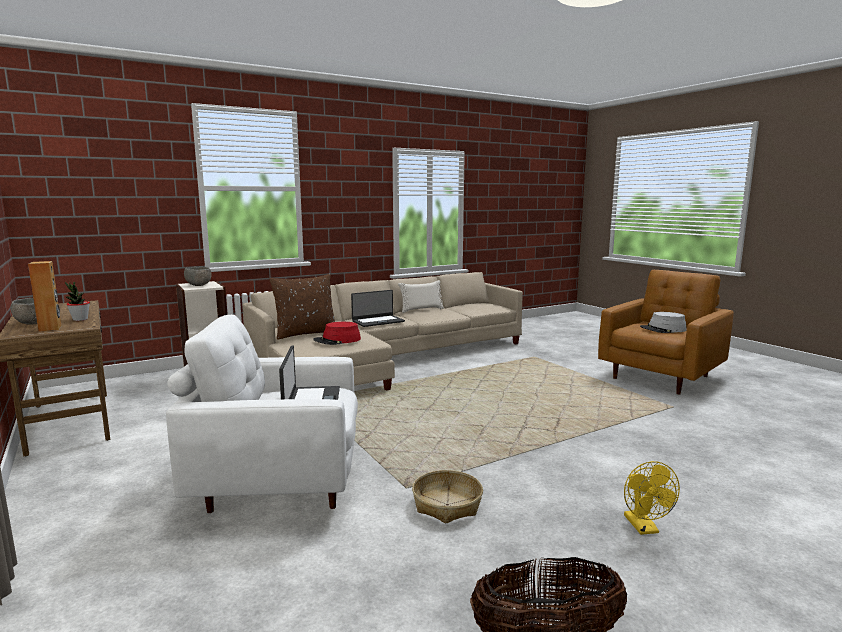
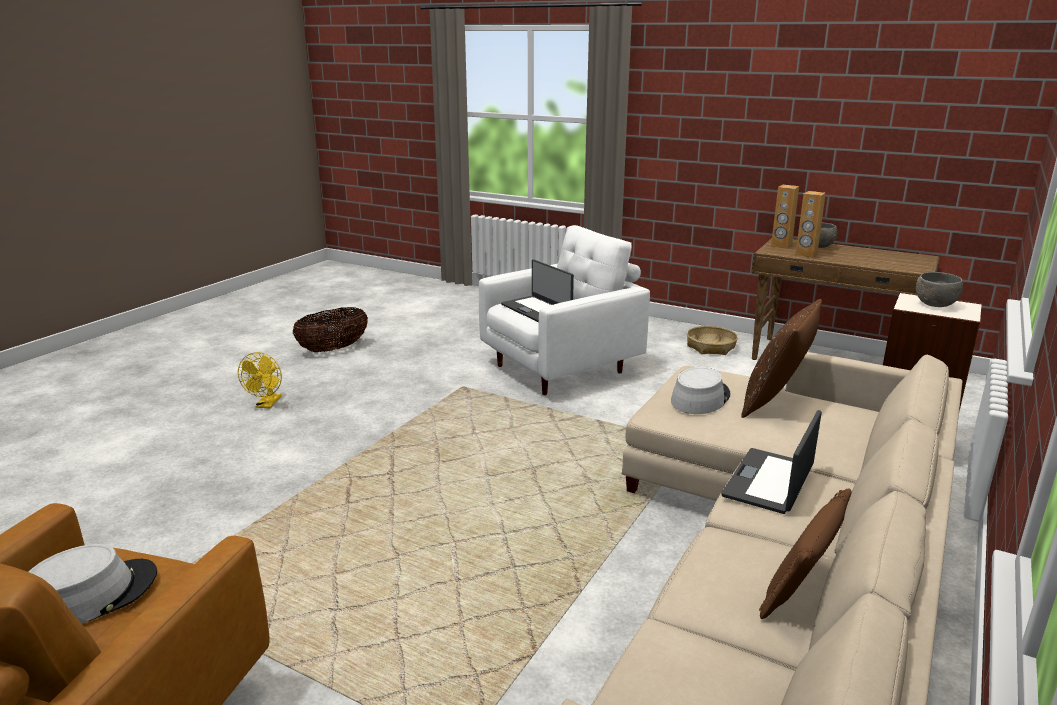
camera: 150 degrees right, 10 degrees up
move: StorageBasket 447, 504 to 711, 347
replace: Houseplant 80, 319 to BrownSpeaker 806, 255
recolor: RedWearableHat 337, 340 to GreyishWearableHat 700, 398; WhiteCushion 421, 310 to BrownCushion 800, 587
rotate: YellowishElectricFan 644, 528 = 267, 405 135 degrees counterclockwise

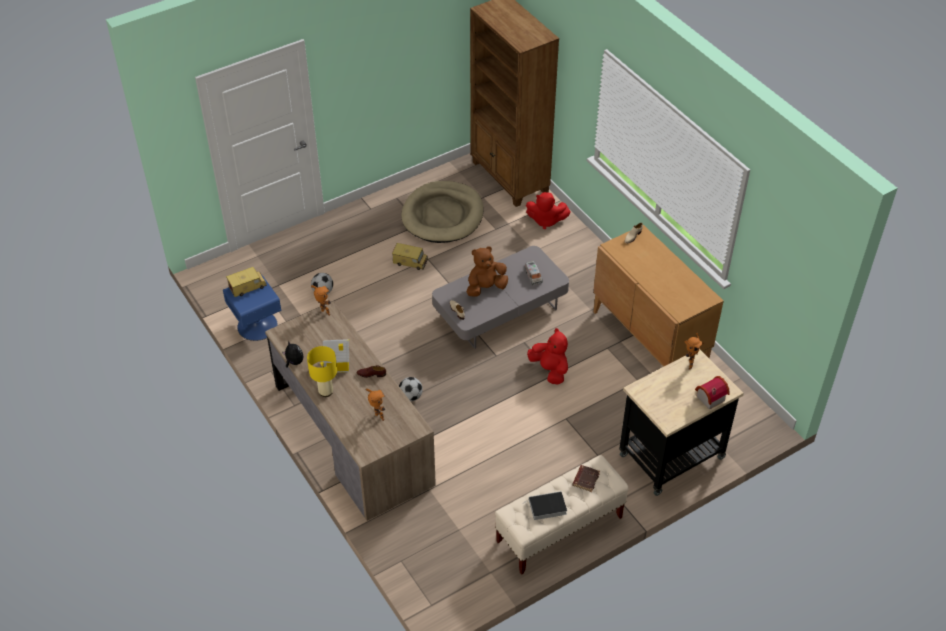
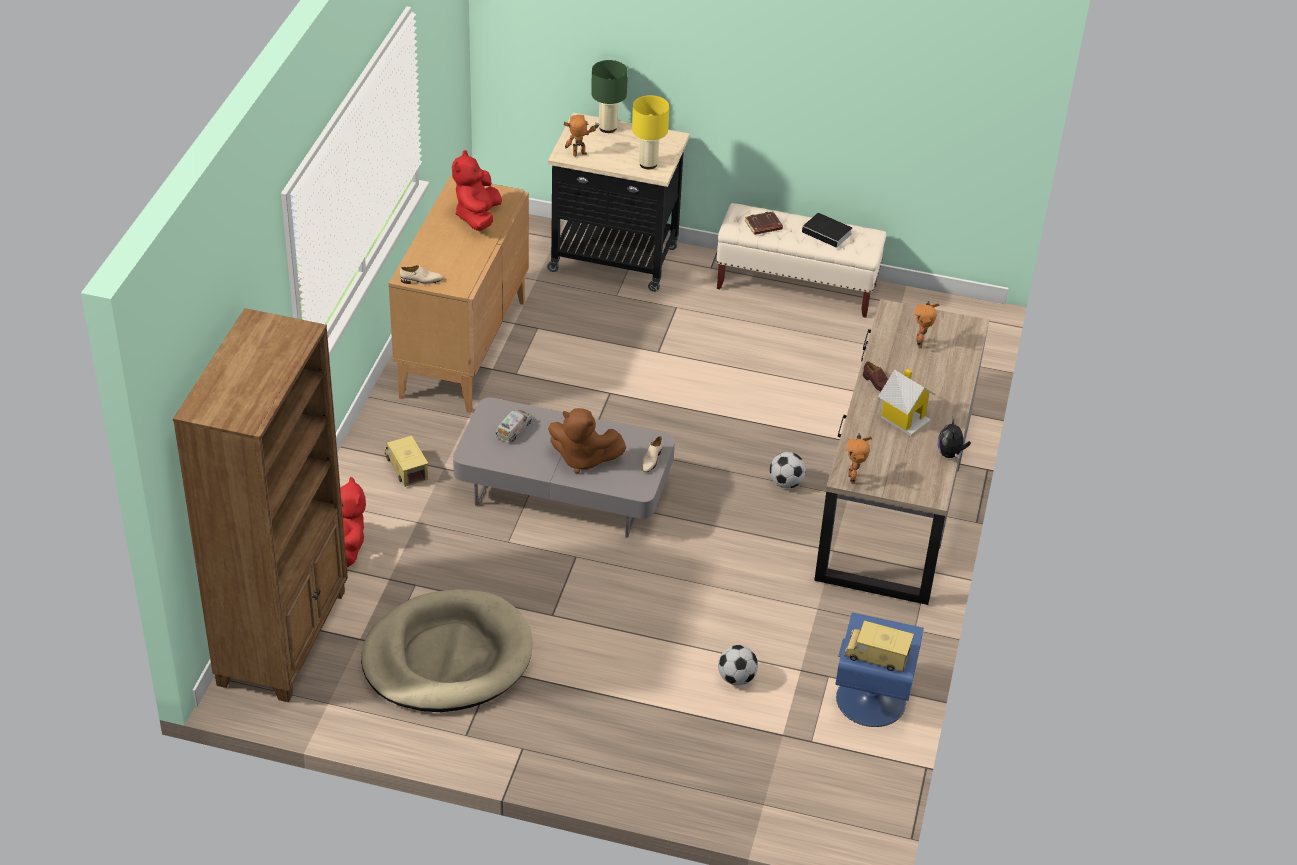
camera: 135 degrees left, 5 degrees down
move: ModelTruck 410, 262 to 406, 468; RedPlushToy 550, 370 to 477, 217; YellowishLampForATable 326, 392 to 648, 164
replace: ModelHouse 708, 397 to GreenColouredLampForATable 608, 128

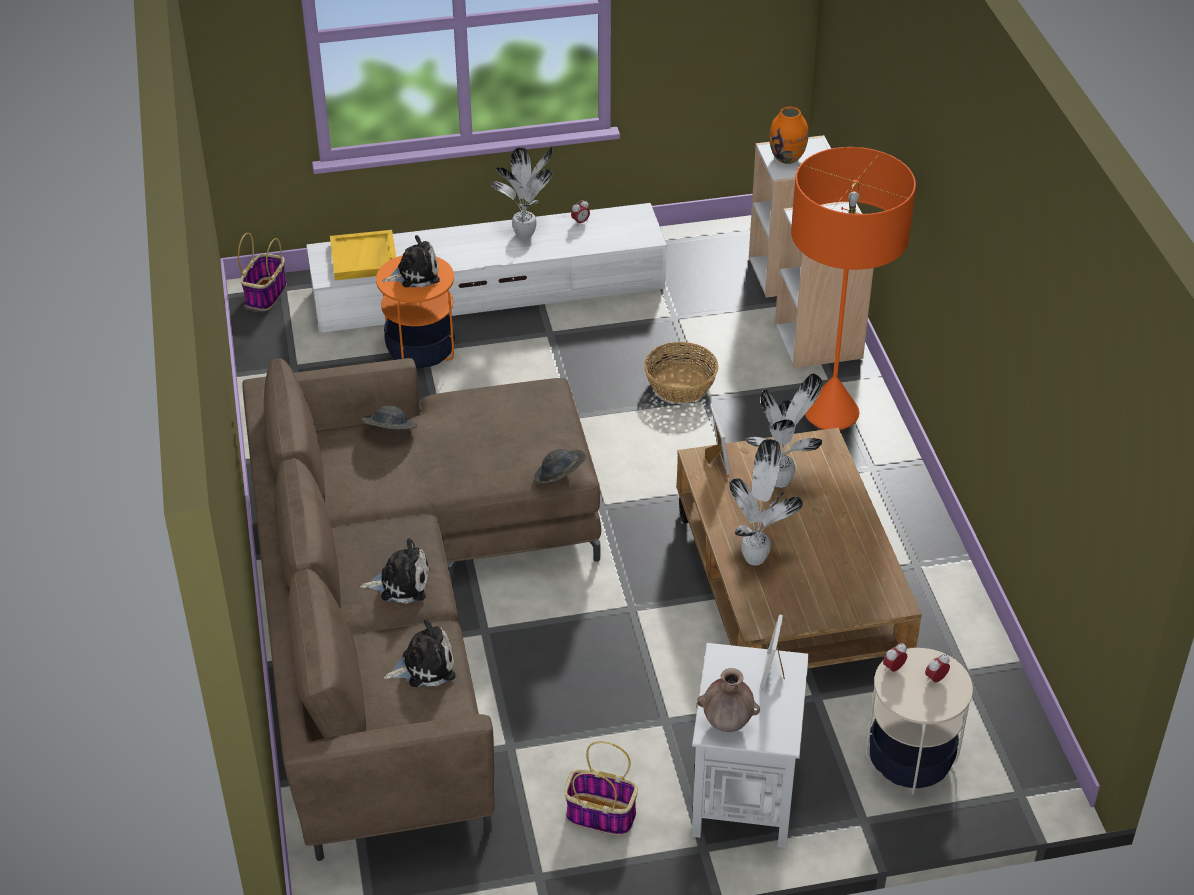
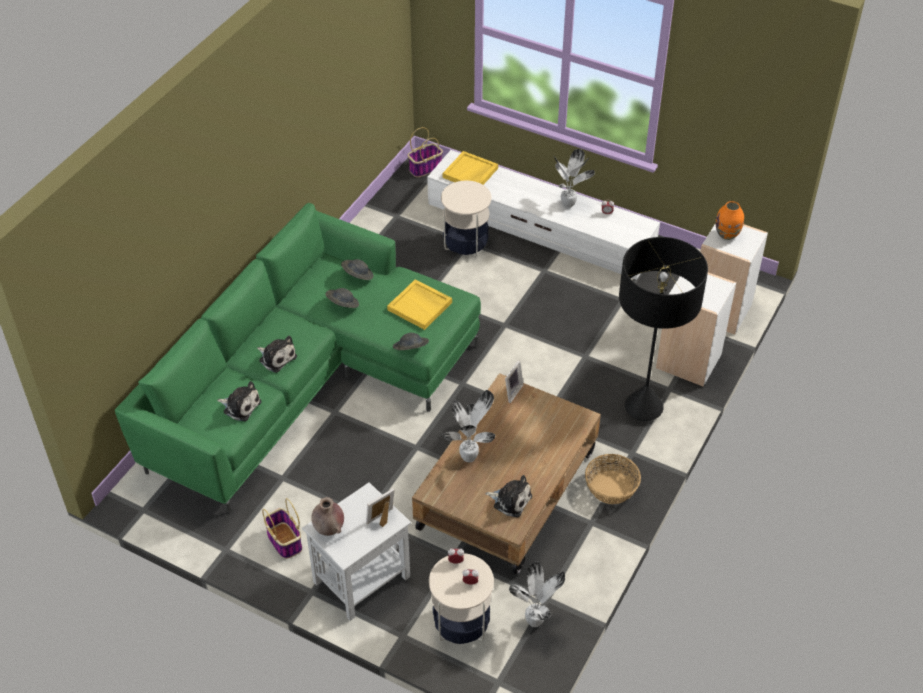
camera: 40 degrees right, 5 degrees up
insert: GreyishWearableHat 342, 304; YellowishServingTray 420, 306
move: PlushToy 415, 274 to 510, 500; Houseplant 781, 480 to 536, 621; StorageBasket 681, 385 to 611, 488
recolor: BrownSettee 404, 617 to GreenColouredSettee 306, 380; OrangeColouredAccentTable 421, 353 to BeigeAccentTable 466, 244; OrangeColouredFloorLamp 831, 417 to BlackColouredFloorLamp 643, 409

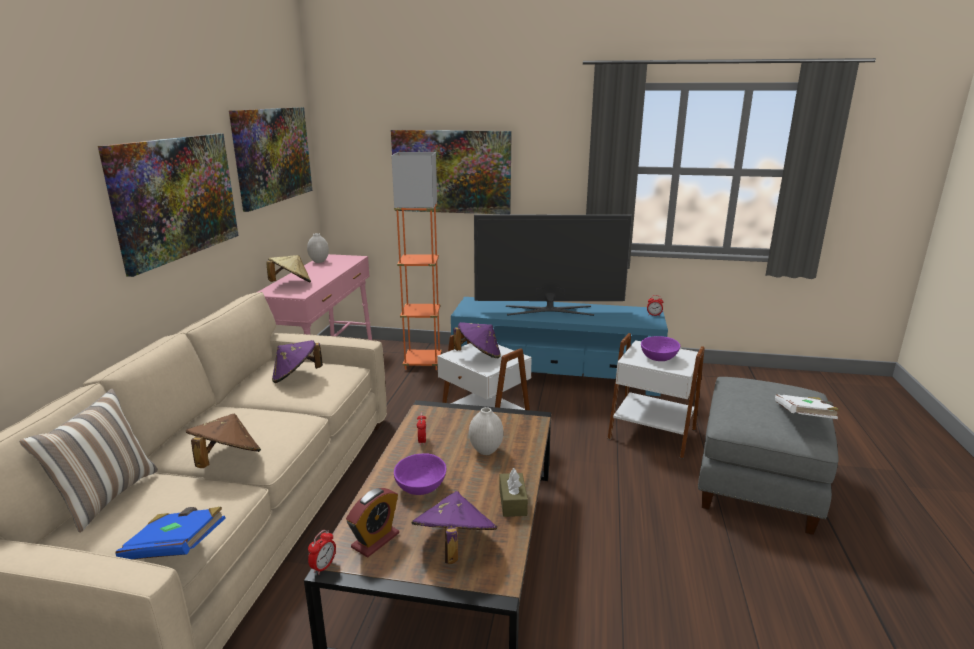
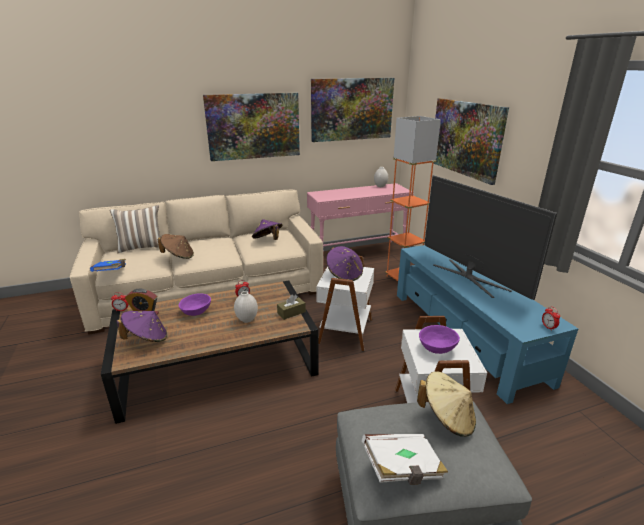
camera: 60 degrees right, 5 degrees up
move: BrownTissueBox 512, 502 to 291, 312; BeigeWearableHat 291, 284 to 447, 418

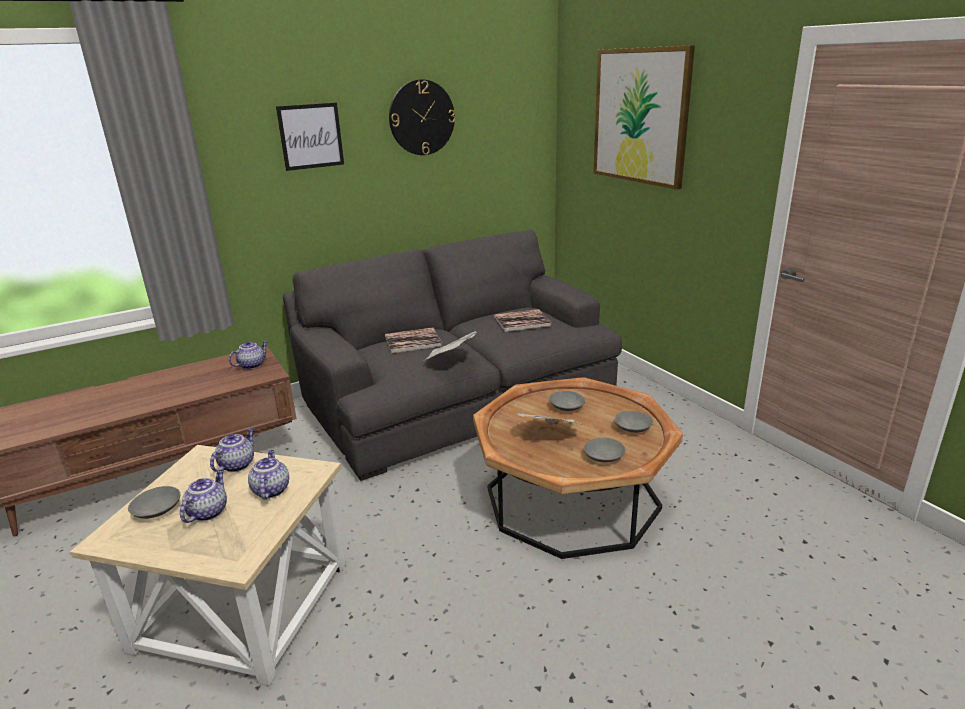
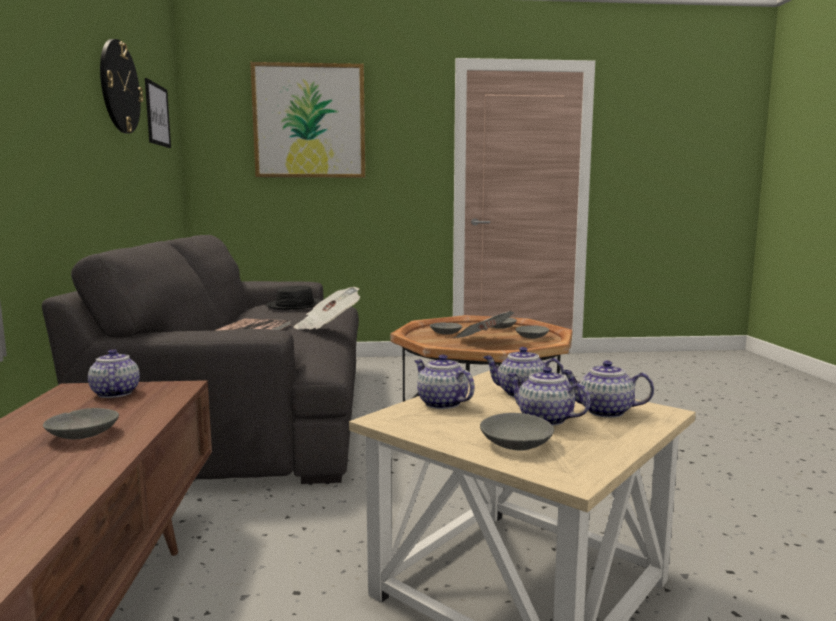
camera: 65 degrees left, 15 degrees down
insert: GreyishServingBowl 83, 434; Teapot 604, 411
move: Picture 311, 136 to 157, 115
replace: Volume 522, 321 to BlackColouredWearableHat 295, 305

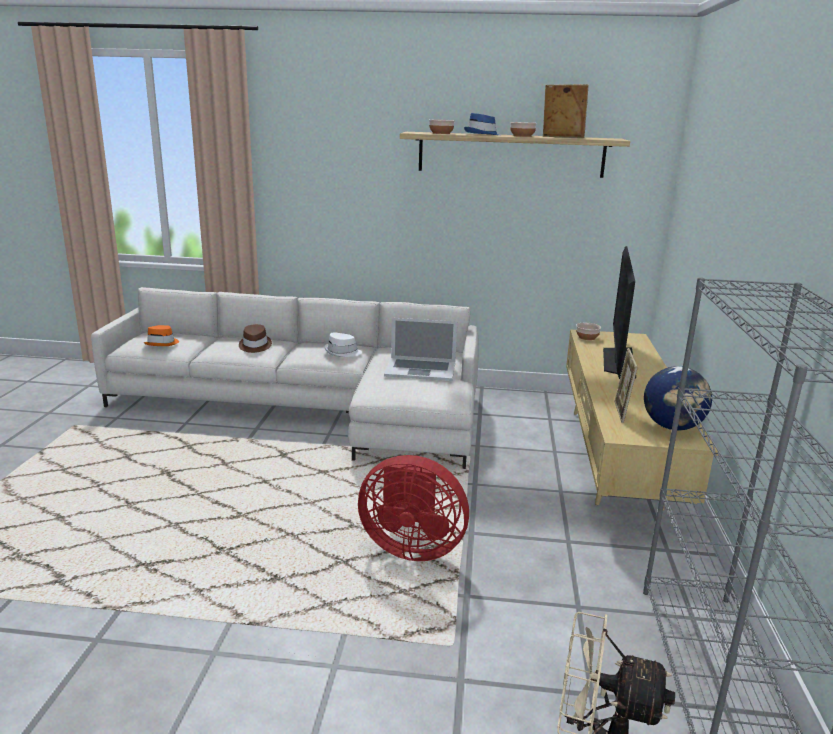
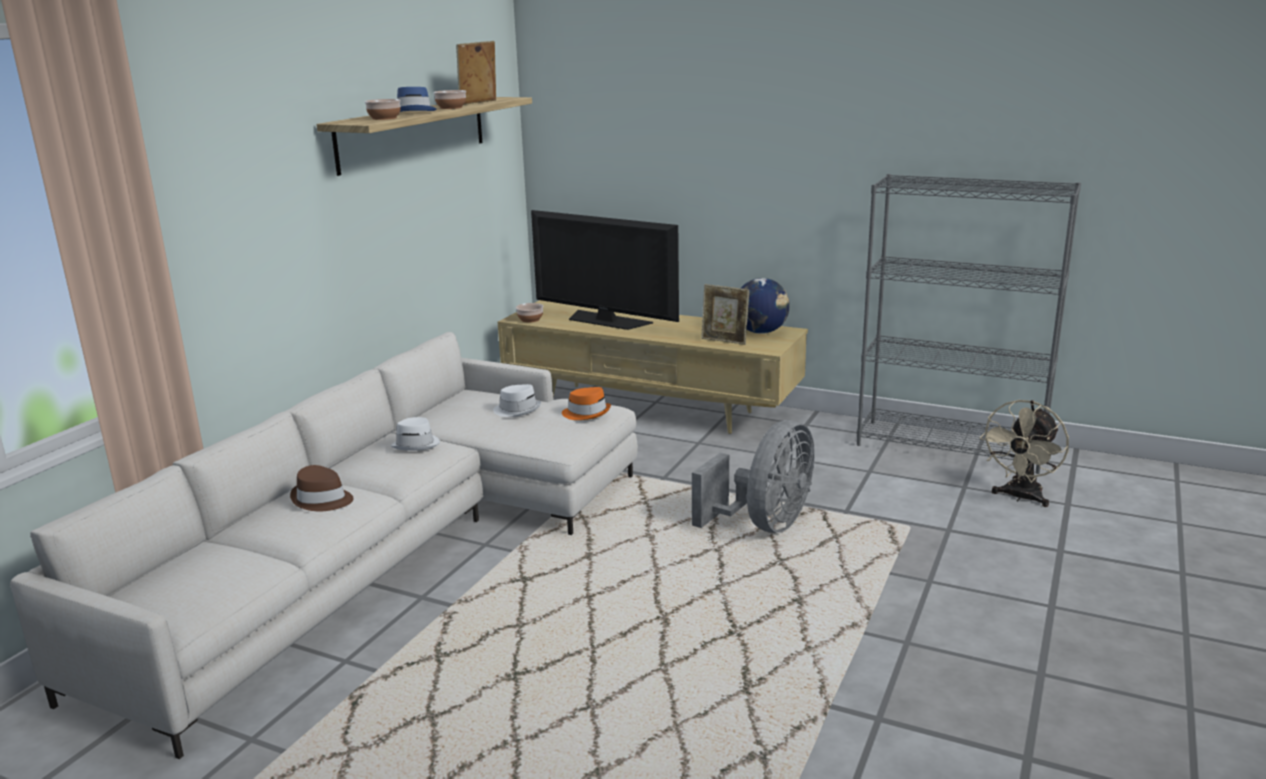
camera: 70 degrees left, 0 degrees up
move: OrangeColouredWearableHat 162, 343 to 586, 413
replace: NotebookComputer 420, 369 to WhiteWearableHat 517, 410
recolor: RedElectricFan 411, 547 to GreyishElectricFan 765, 525

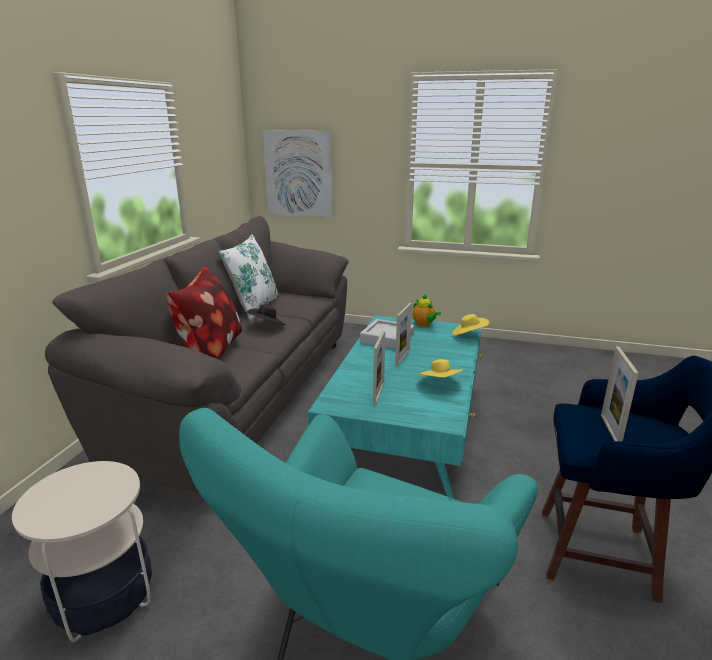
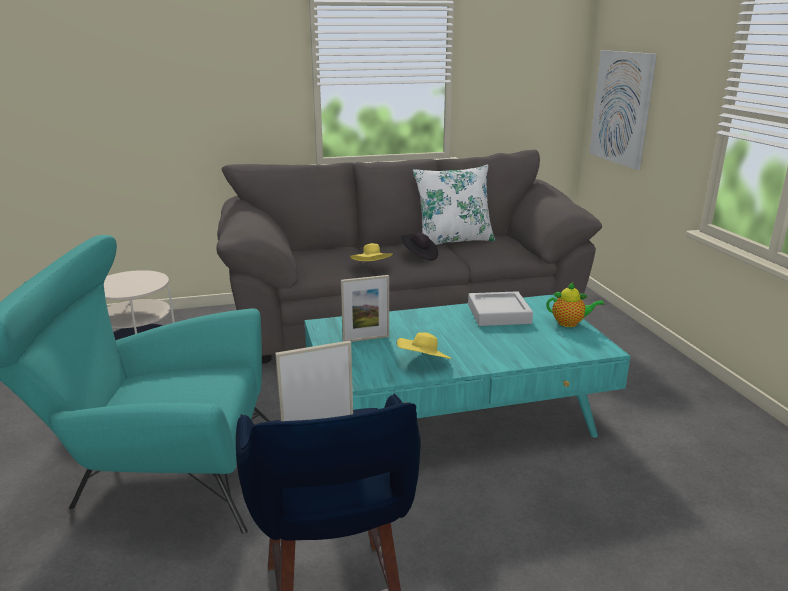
camera: 60 degrees right, 0 degrees up
delete: Cushion 210, 351; StandingFrame 402, 358
move: YellowishWearableHat 469, 335 to 372, 267
rotate: Teapot 424, 324 = 570, 323 105 degrees counterclockwise

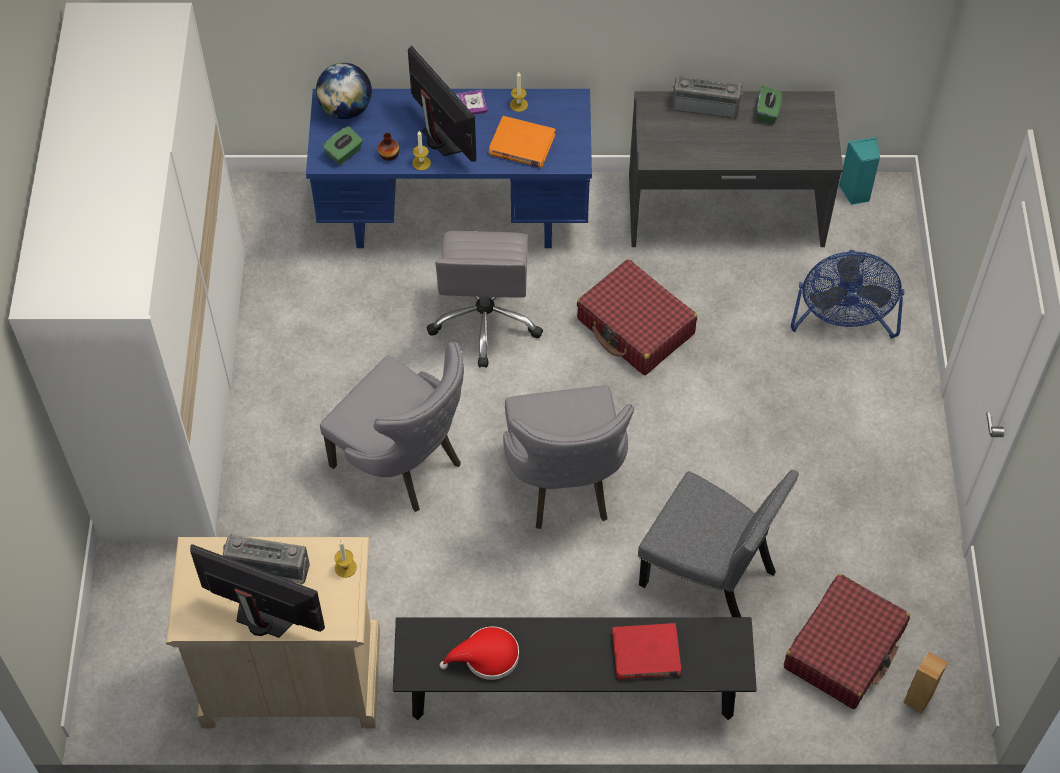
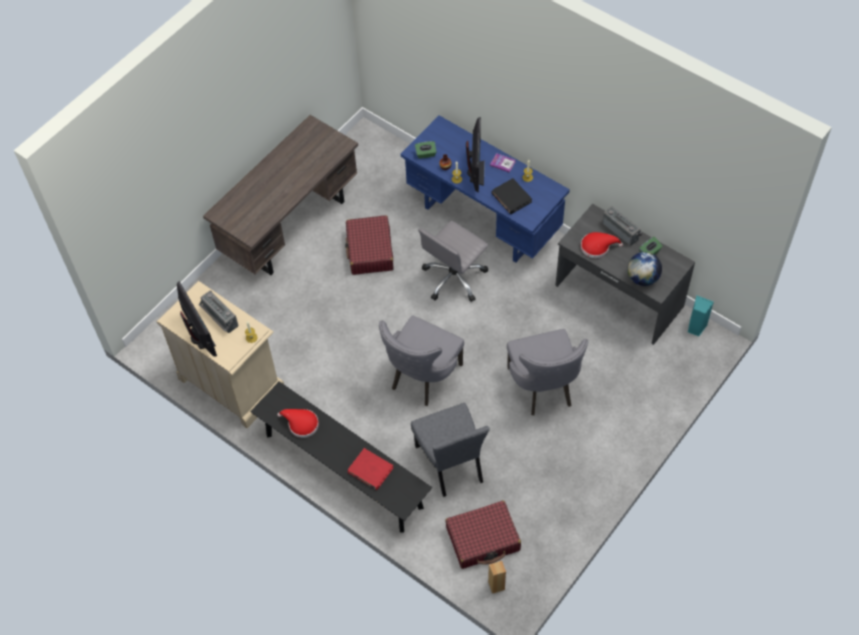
camera: 40 degrees right, 0 degrees up
delete: BlueElectricFan 839, 316
insert: RedWearableHat 597, 247
move: RedSuitcase 635, 327 to 370, 251; GreyishChair 403, 463 to 543, 387; DeskGlobe 346, 109 to 642, 278
replace: WhiteWardrobe 176, 391 to BrownDeskTable 291, 226
recolor: OrangeColouredVolume 521, 145 to BlackColouredVolume 511, 198

